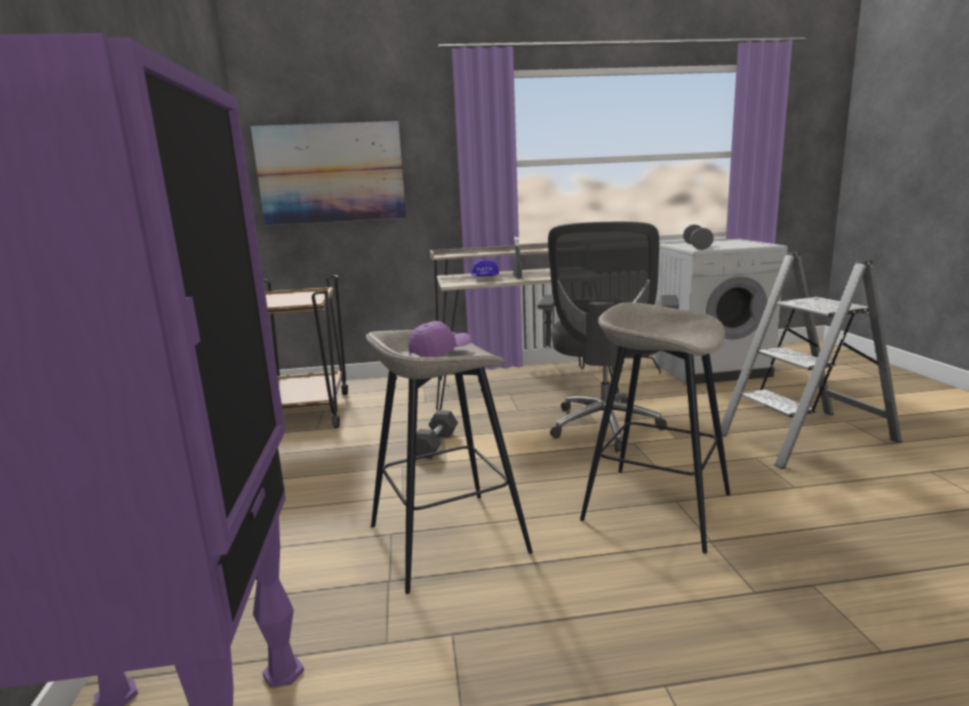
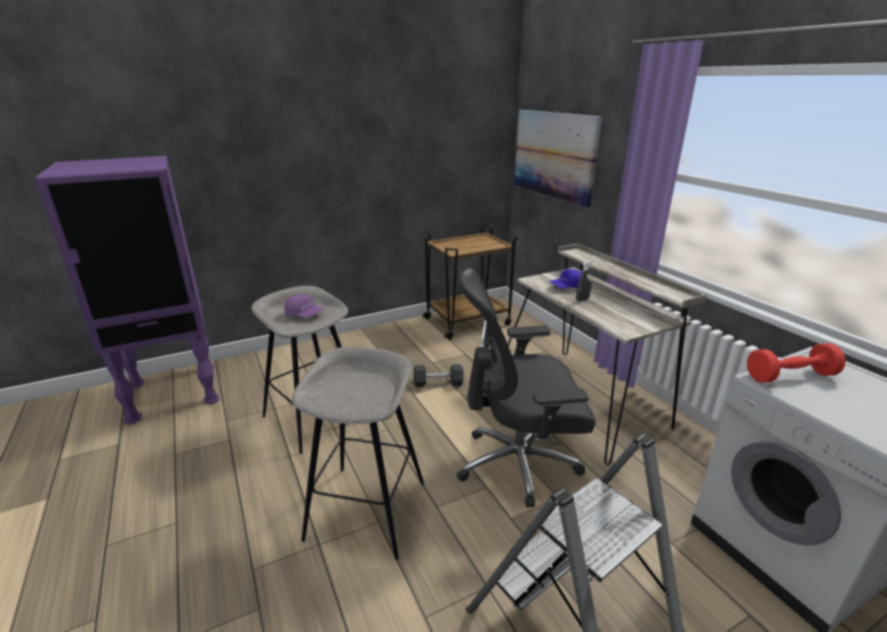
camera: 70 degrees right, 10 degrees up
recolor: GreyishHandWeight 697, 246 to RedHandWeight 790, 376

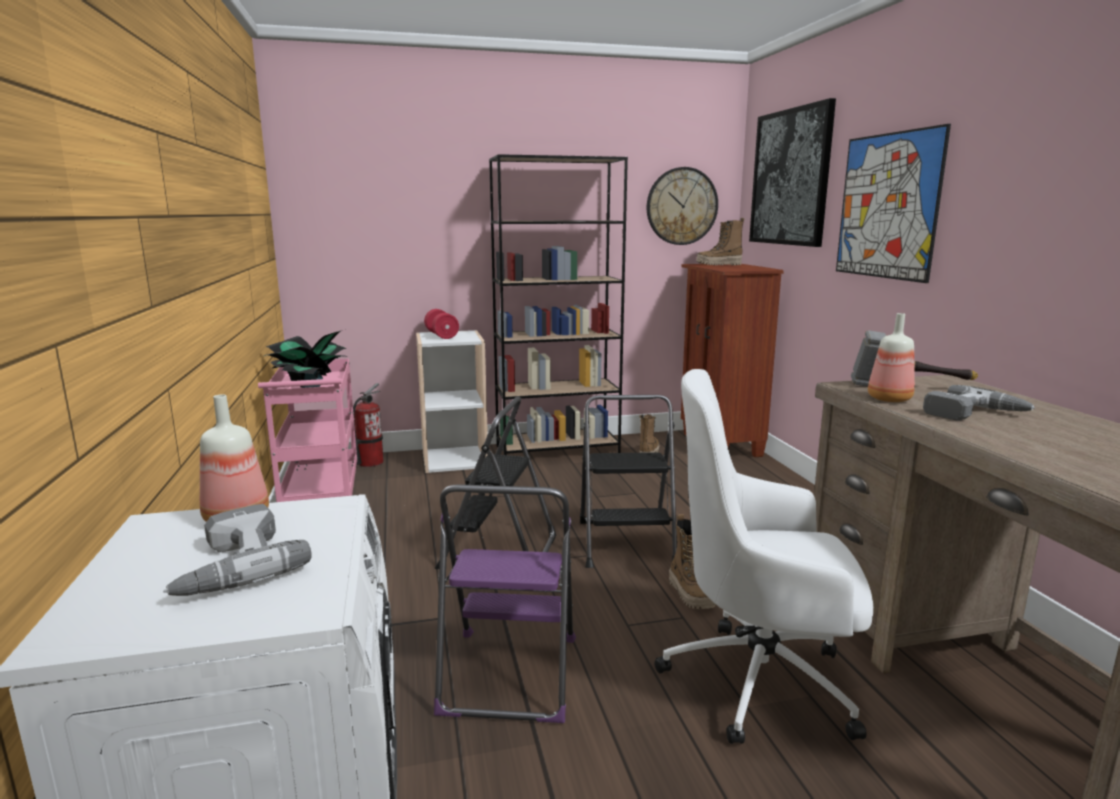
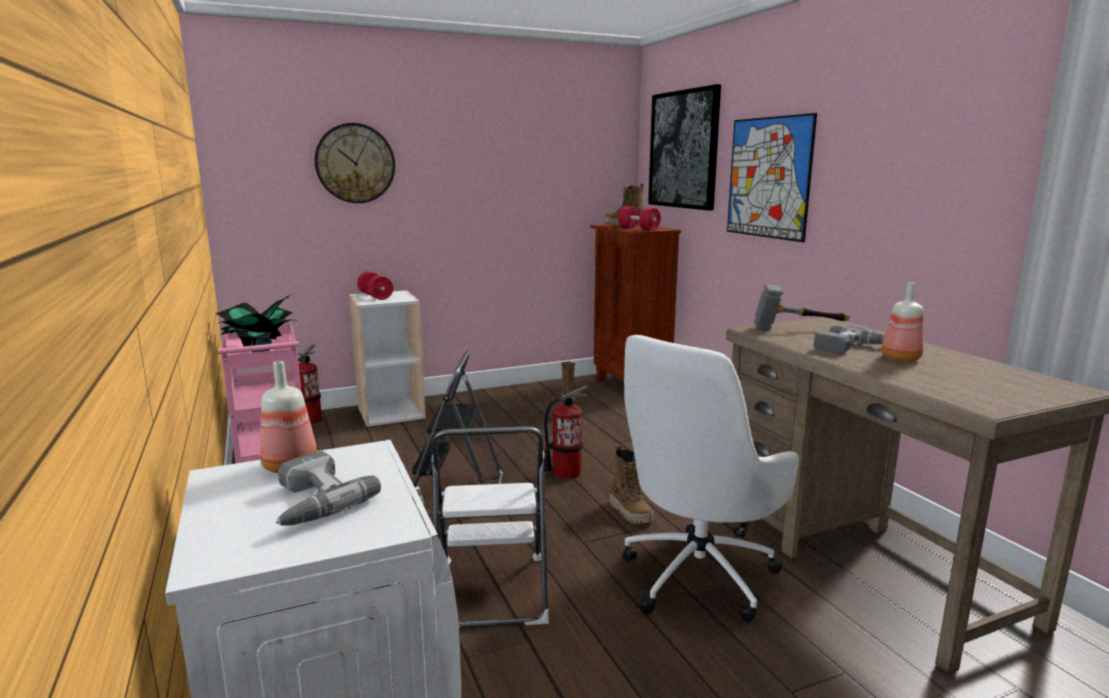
camera: 10 degrees left, 0 degrees up
delete: BeigeShelvingUnit 558, 449
insert: RedHandWeight 638, 229
move: ClockOnTheWall 681, 206 to 355, 163; BeverageBottle 887, 399 to 899, 358
replace: BlackColouredStepStool 626, 540 to FireFightingCylinder 566, 473
recolor: PurplishStepStool 507, 677 to WhiteStepStool 491, 594
rotate: WhiteDeskChair 758, 684 = 697, 577 45 degrees counterclockwise

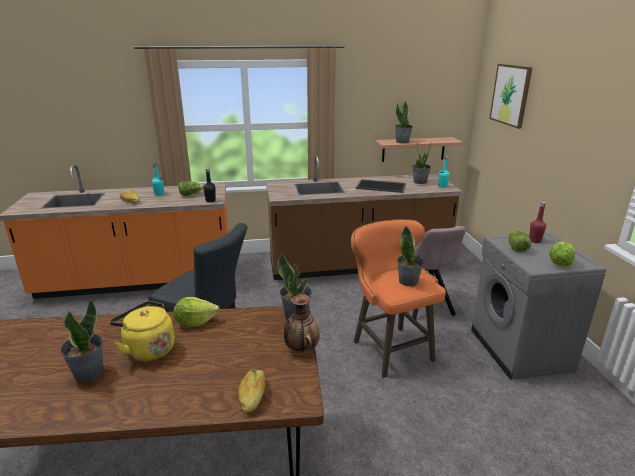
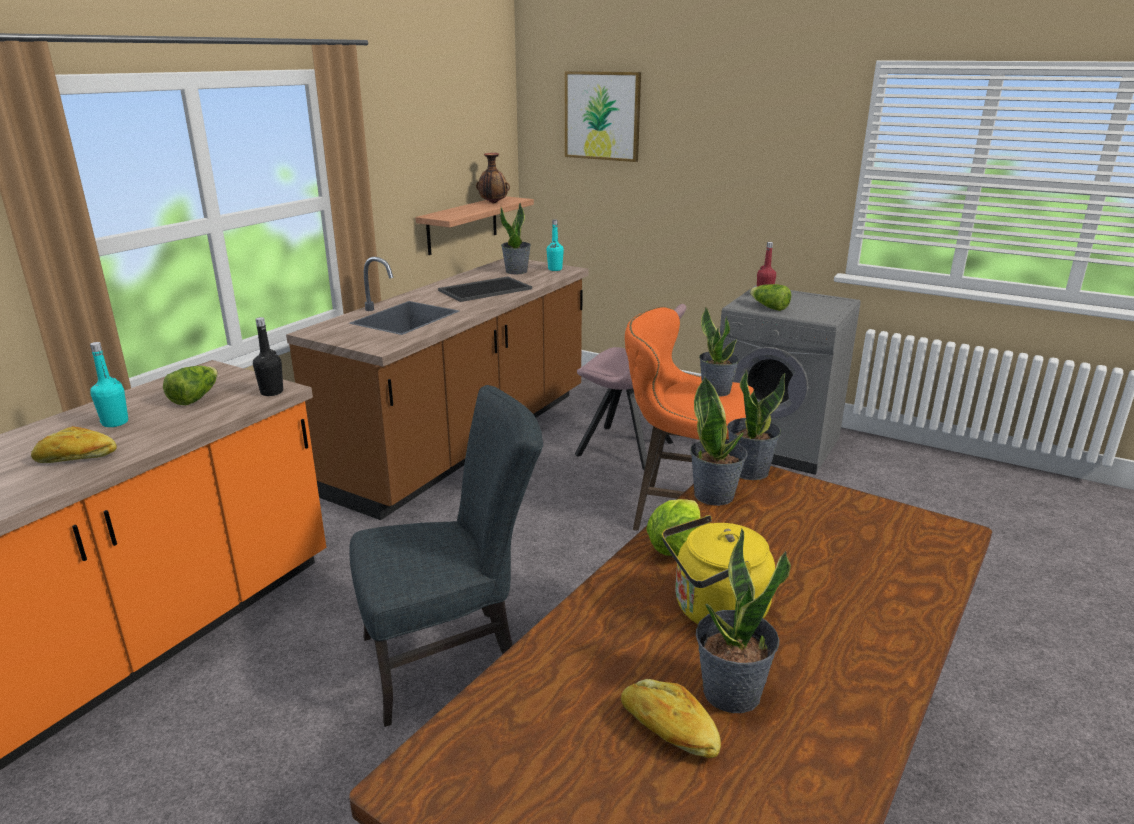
camera: 50 degrees left, 0 degrees up
delete: Lettuce 559, 263
move: FlowerVase 301, 348 to 493, 203; BakeryBread 252, 395 to 668, 731; Houseplant 402, 142 to 714, 495

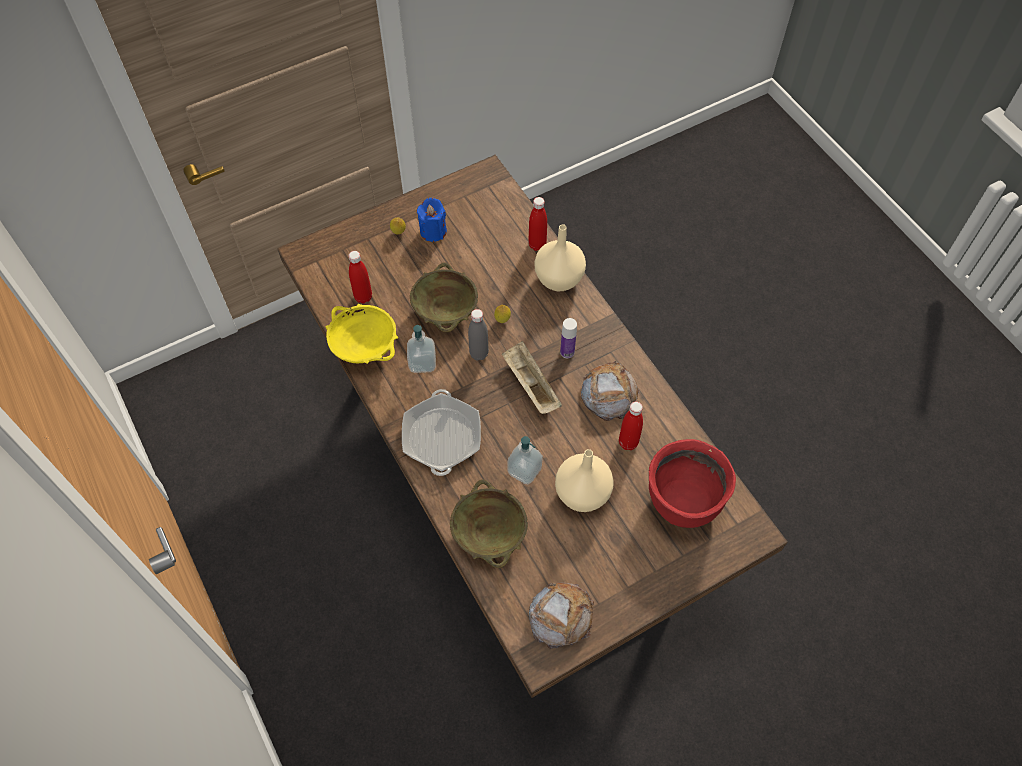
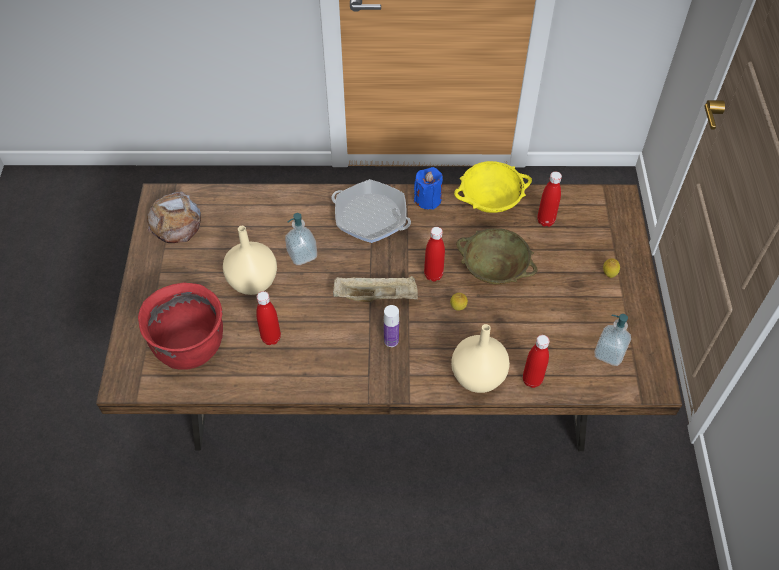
camera: 120 degrees right, 5 degrees down
delete: BeigeServingBowl 489, 534; BakeryBread 608, 393
move: BlueWaxCandle 433, 231 to 428, 199; SoapBottle 422, 362 to 609, 353
recolor: GreyishBeverageBottle 479, 354 to RedBeverageBottle 433, 275

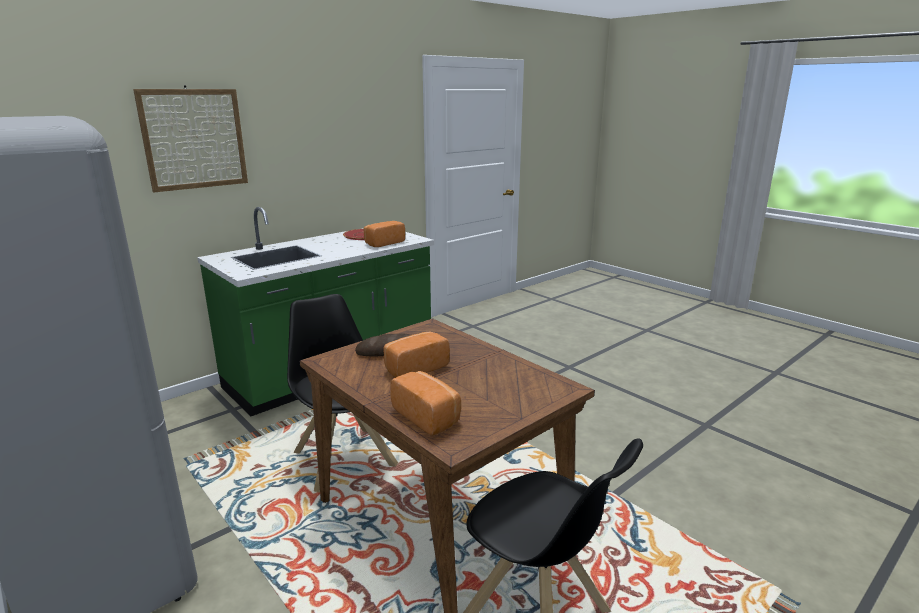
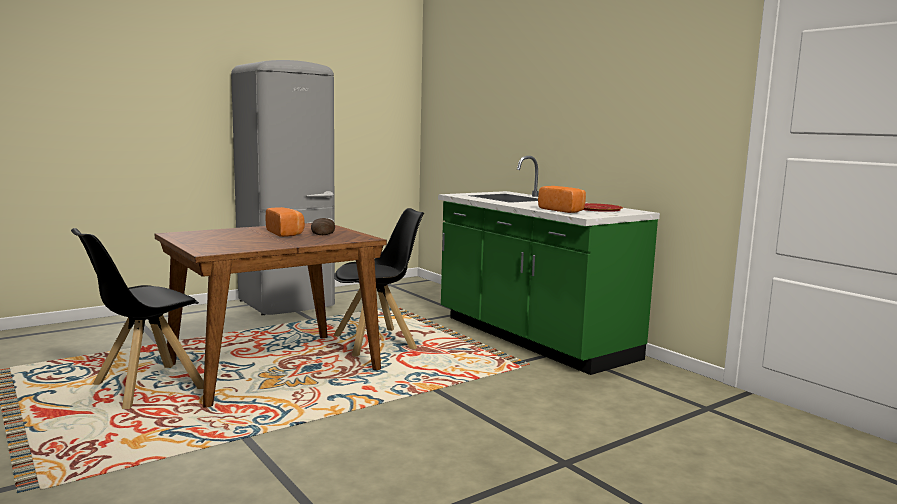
camera: 95 degrees right, 10 degrees down
delete: Picture 194, 137; BakeryBread 428, 416

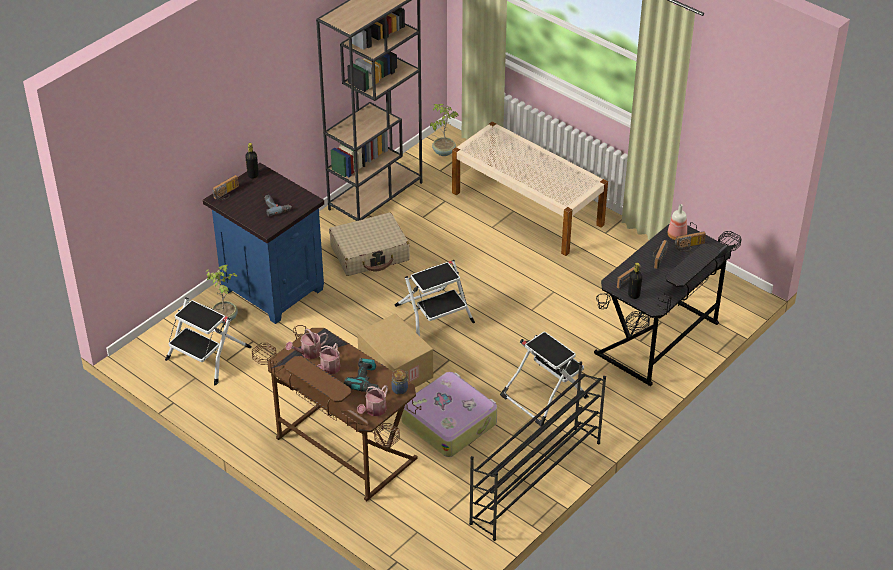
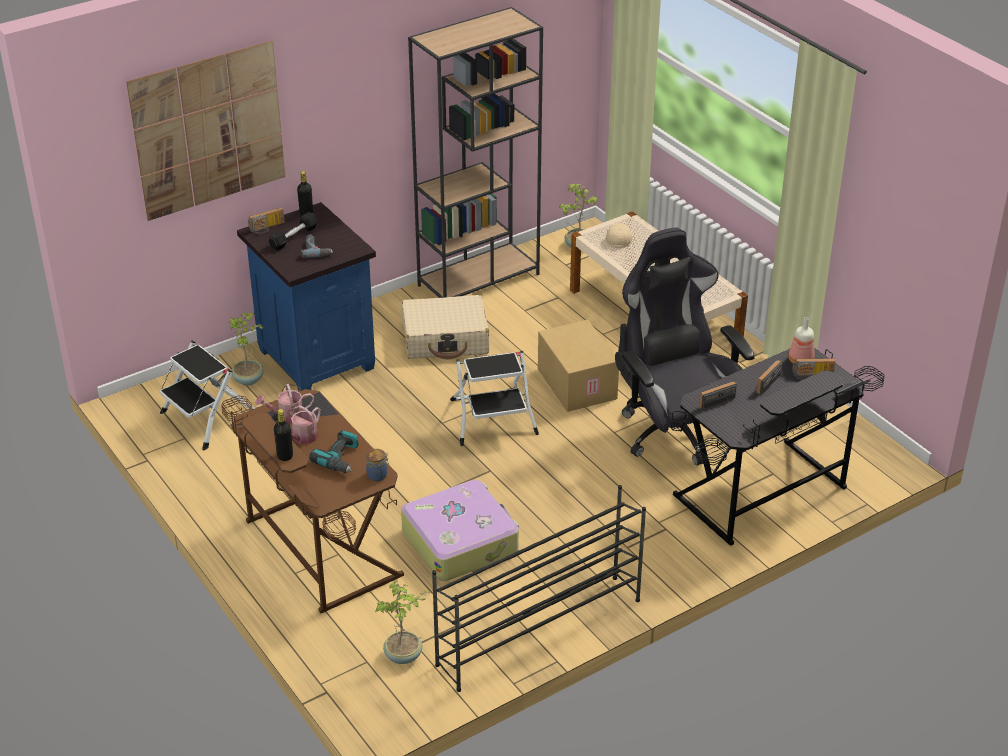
camera: 15 degrees right, 5 degrees down
delete: SprinklingCan 374, 411; StepStool 544, 393
insert: Picture 208, 130; BlackColouredHandWeight 294, 237; Houseplant 404, 656; BeigeBaseballCap 618, 239; BlackColouredDeskChair 677, 436
move: BlackColouredBeverageBottle 634, 295 to 285, 456; Carton 394, 369 to 575, 384

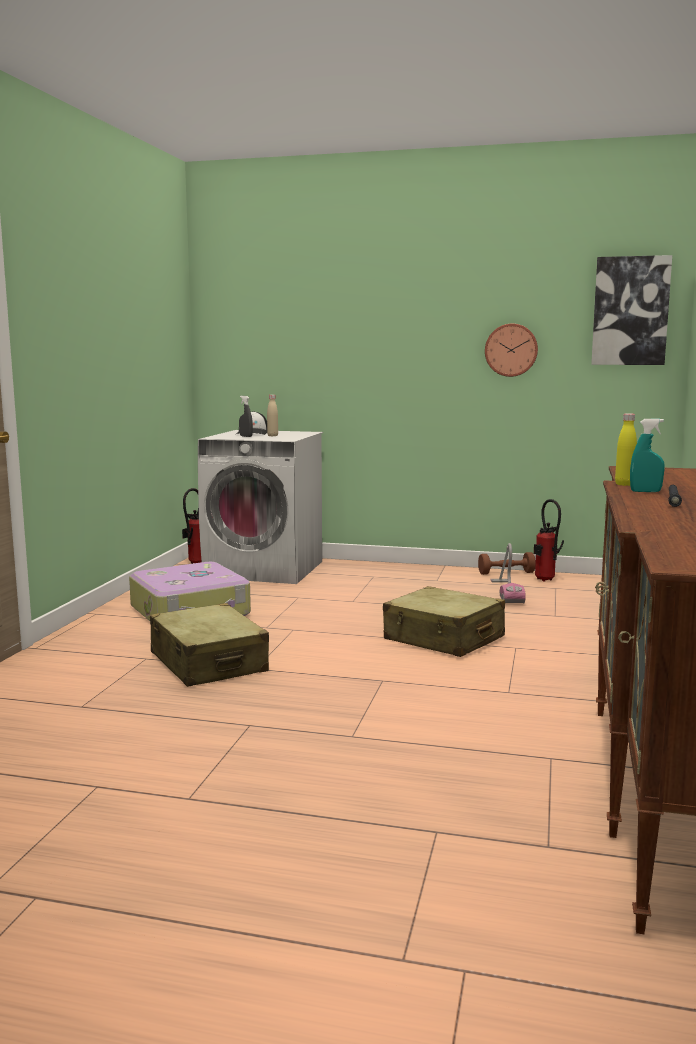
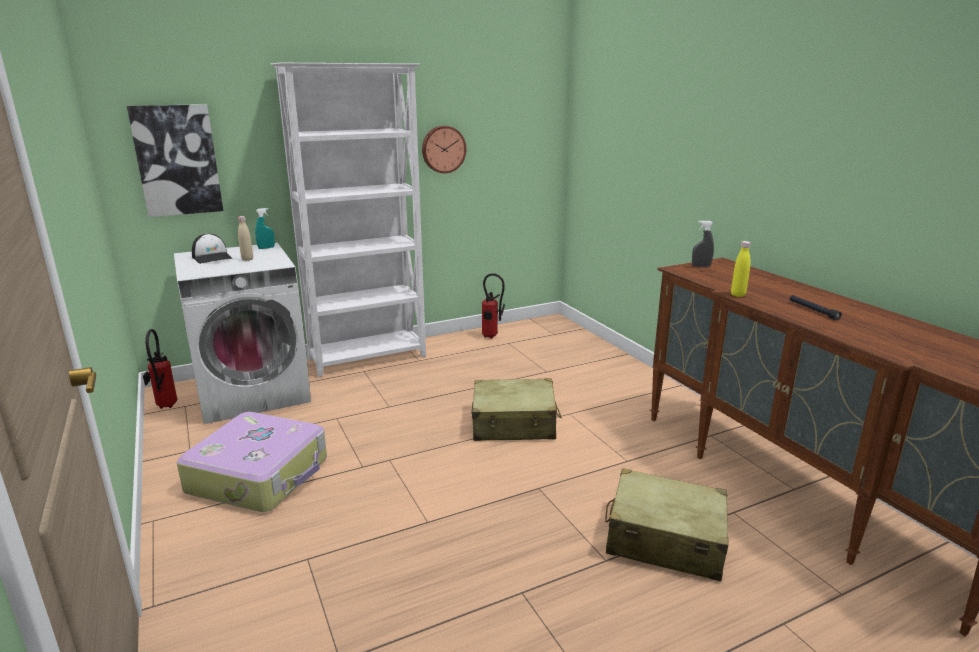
camera: 40 degrees left, 10 degrees up
delete: BrownHandWeight 506, 573; Hoover 506, 592
insert: WhiteShelvingUnit 369, 358
move: Picture 630, 311 to 177, 160; TurquoiseSprayer 645, 491 to 266, 248; BeigeSuitcase 208, 663 to 664, 539; GreyishSprayer 246, 436 to 701, 266

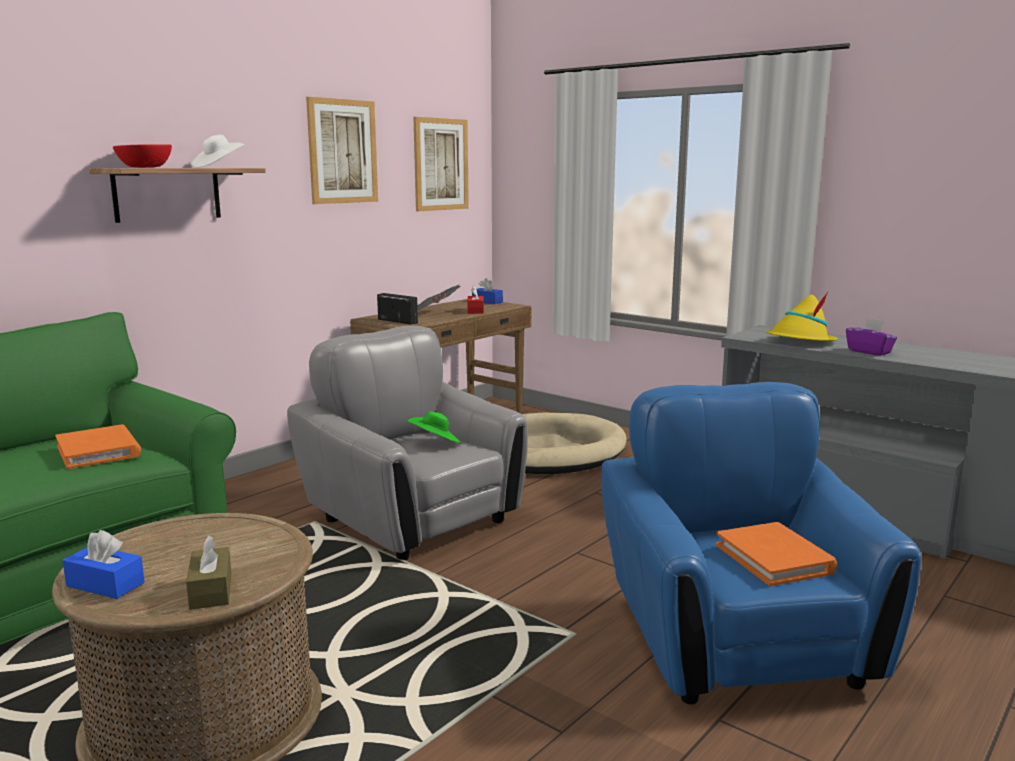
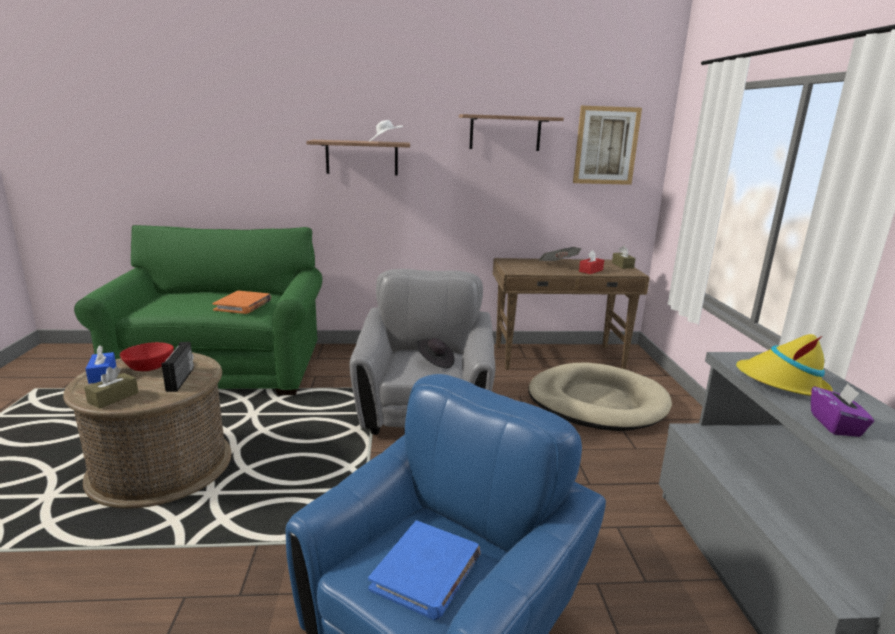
camera: 45 degrees right, 5 degrees up
move: RedServingBowl 144, 167 to 149, 367; RadioReceiver 398, 321 to 181, 379
replace: Picture 342, 151 to BracketShelf 505, 133
recolor: OrangeColouredVolume 774, 558 to BlueVolume 426, 572; GreenColouredWearableHat 435, 443 to BlackColouredWearableHat 435, 362; BlueTissueBox 487, 302 to BrownTissueBox 622, 265

